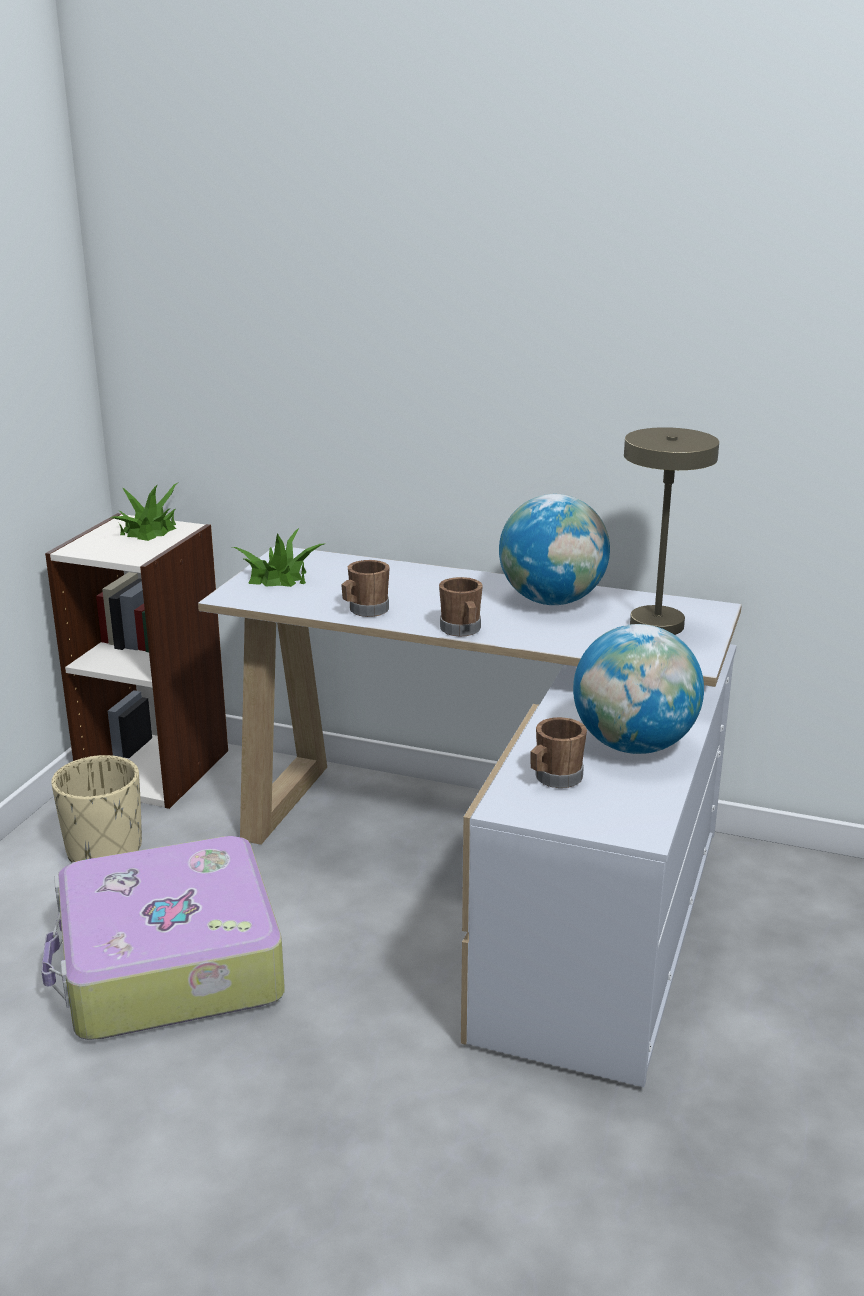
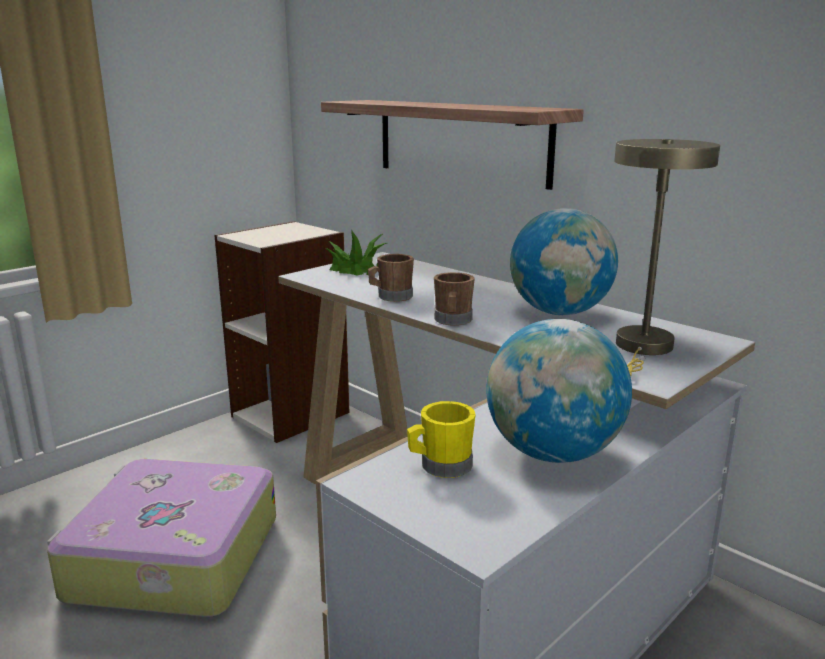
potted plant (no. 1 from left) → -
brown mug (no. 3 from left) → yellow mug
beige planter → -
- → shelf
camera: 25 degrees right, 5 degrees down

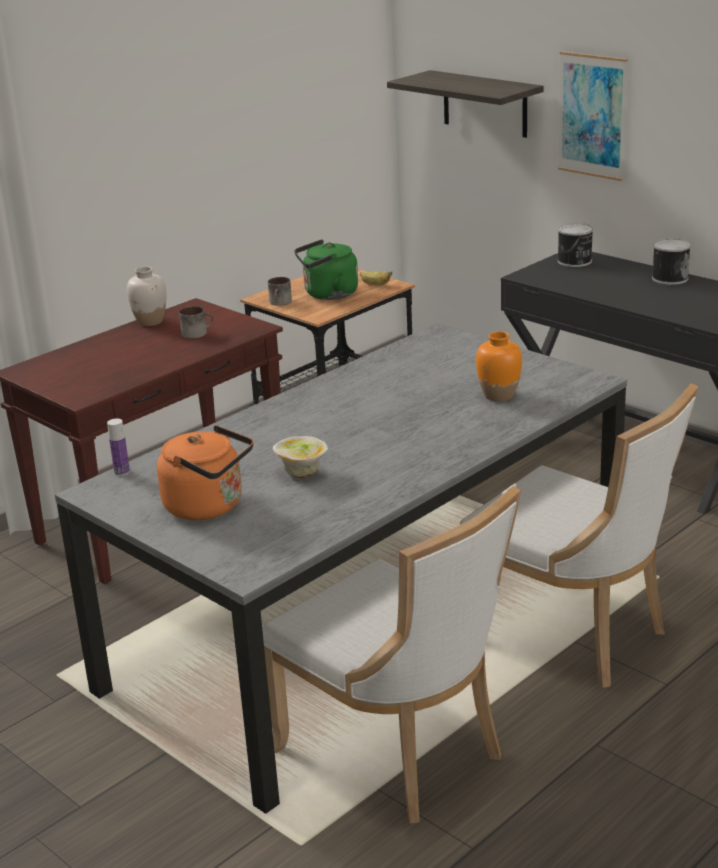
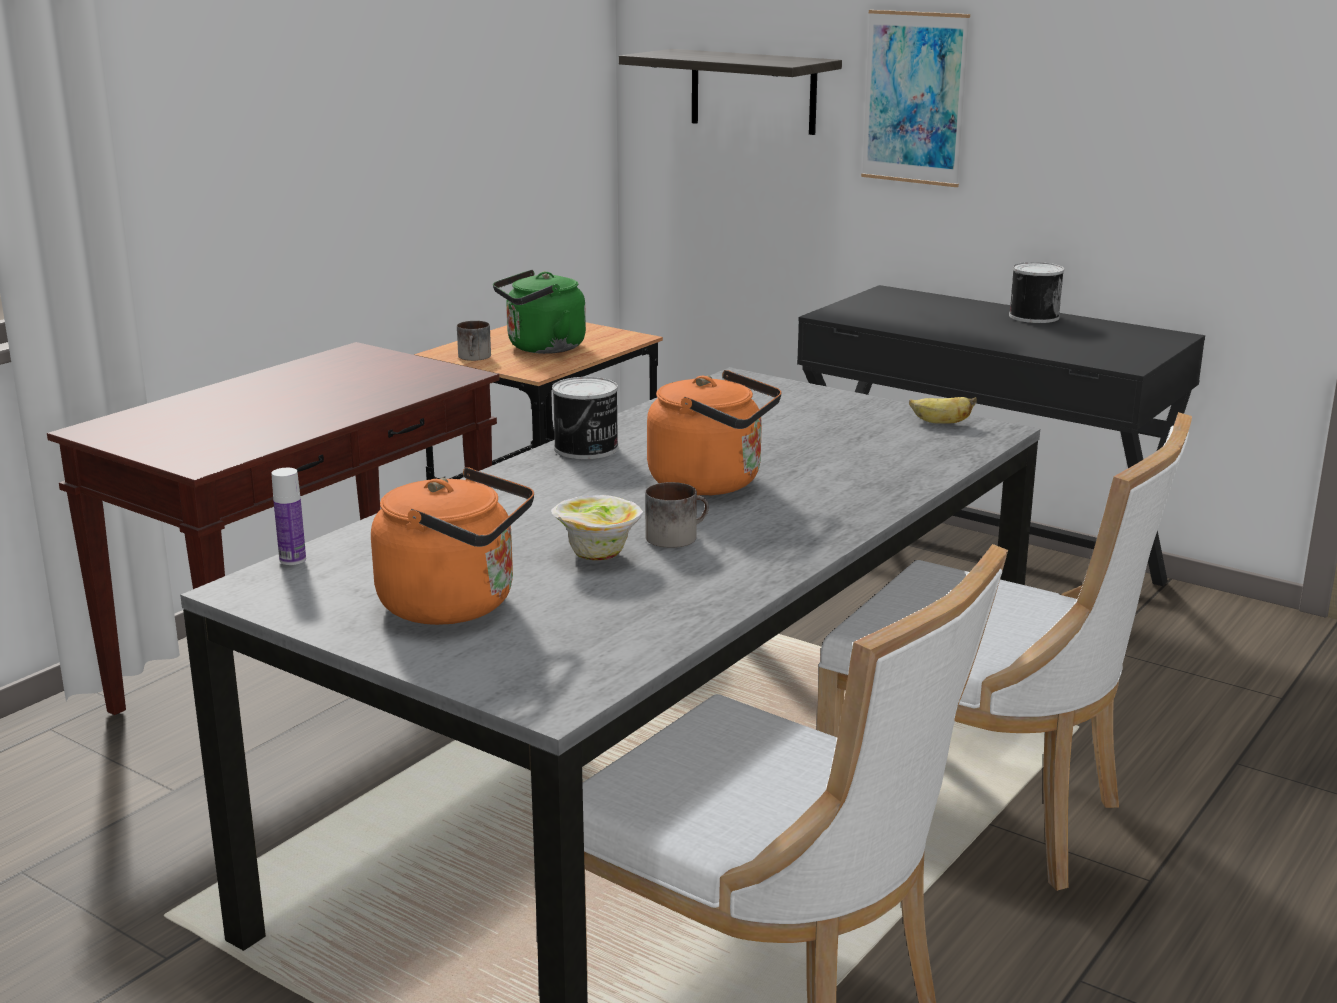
can (no. 1 from left), relocated
white vase → -
banana, relocated
mug (no. 1 from left in the first image) → mug (no. 2 from left), relocated
orange vase → -
- → orange kettle (no. 2 from left)
camera: 10 degrees left, 5 degrees down

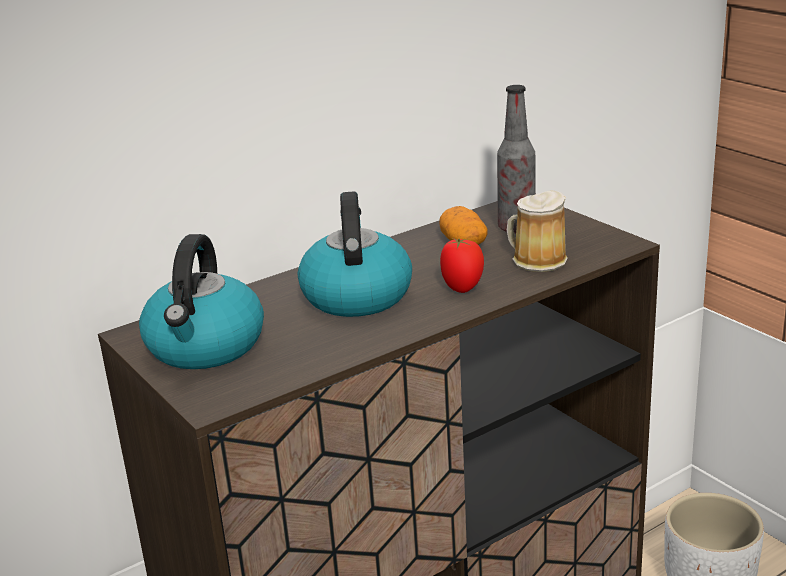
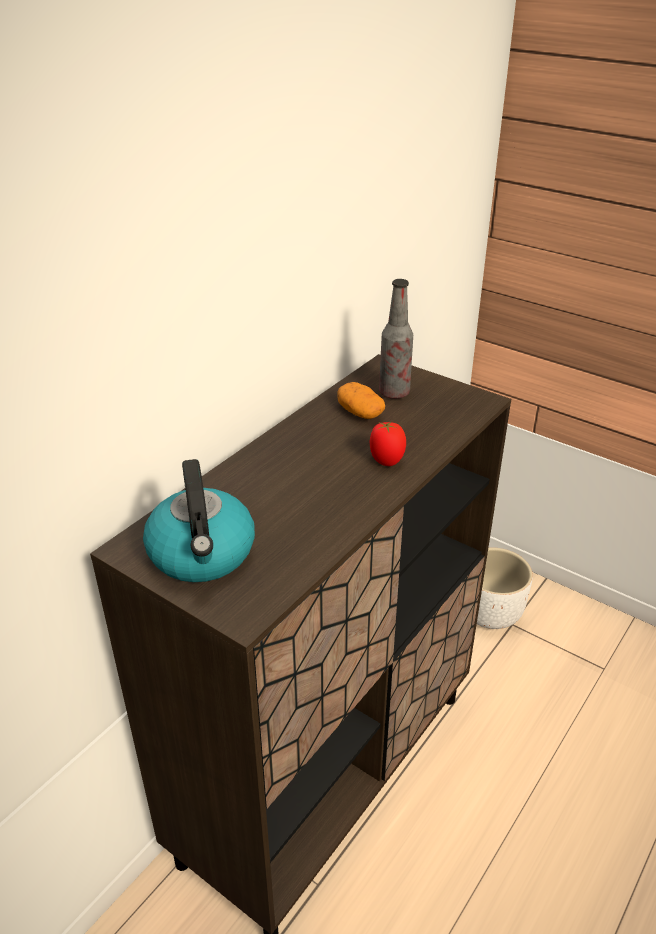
mug → -
kettle (no. 2 from left) → -
camera: 20 degrees left, 10 degrees up

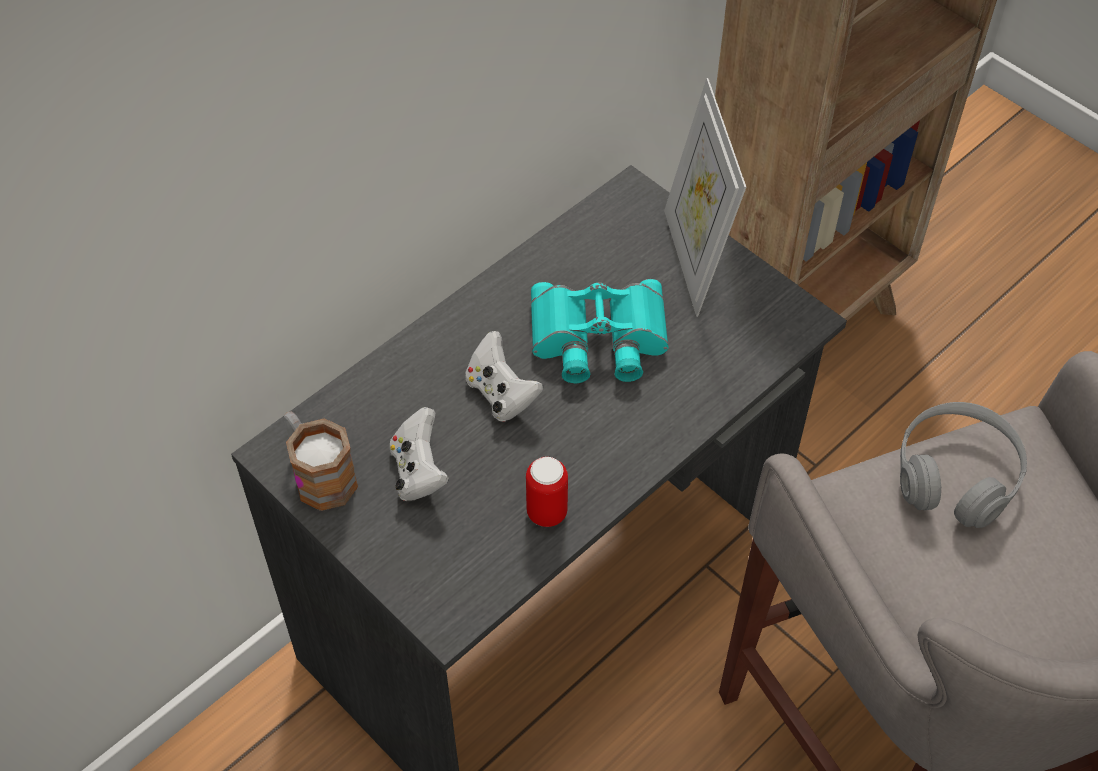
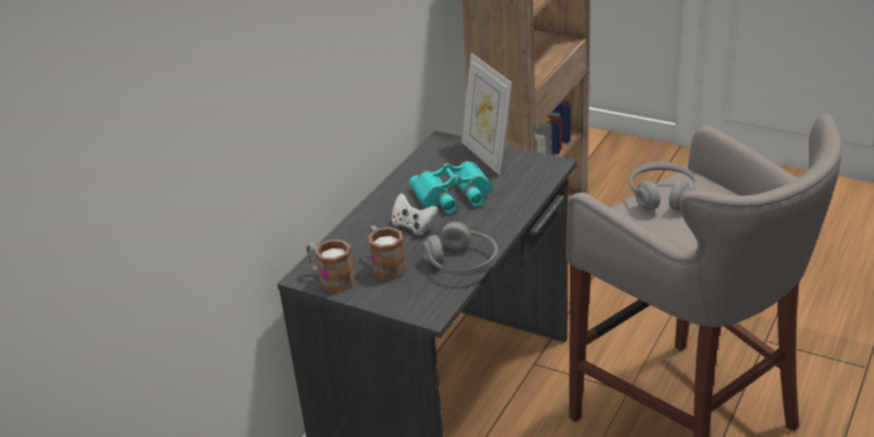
white game controller (no. 1 from left) → mug (no. 2 from left)
can → grey headphones (no. 1 from left)
camera: 15 degrees left, 20 degrees down

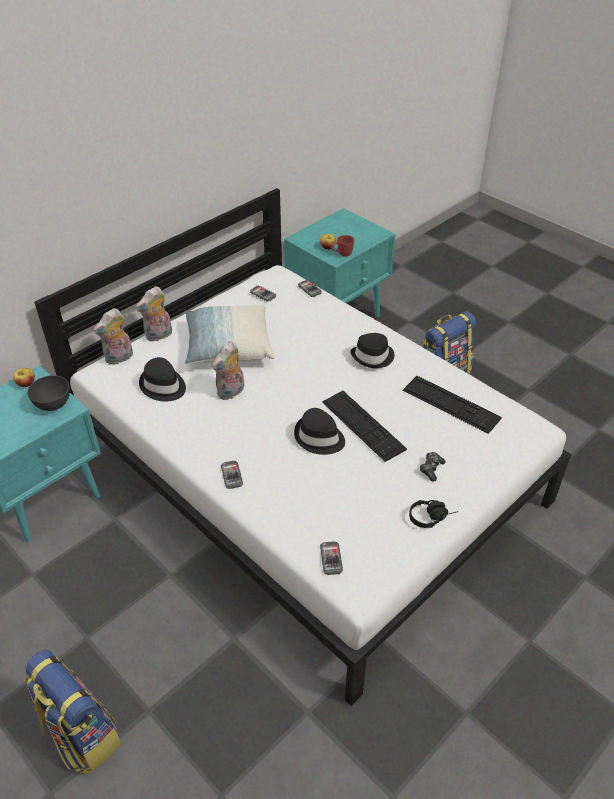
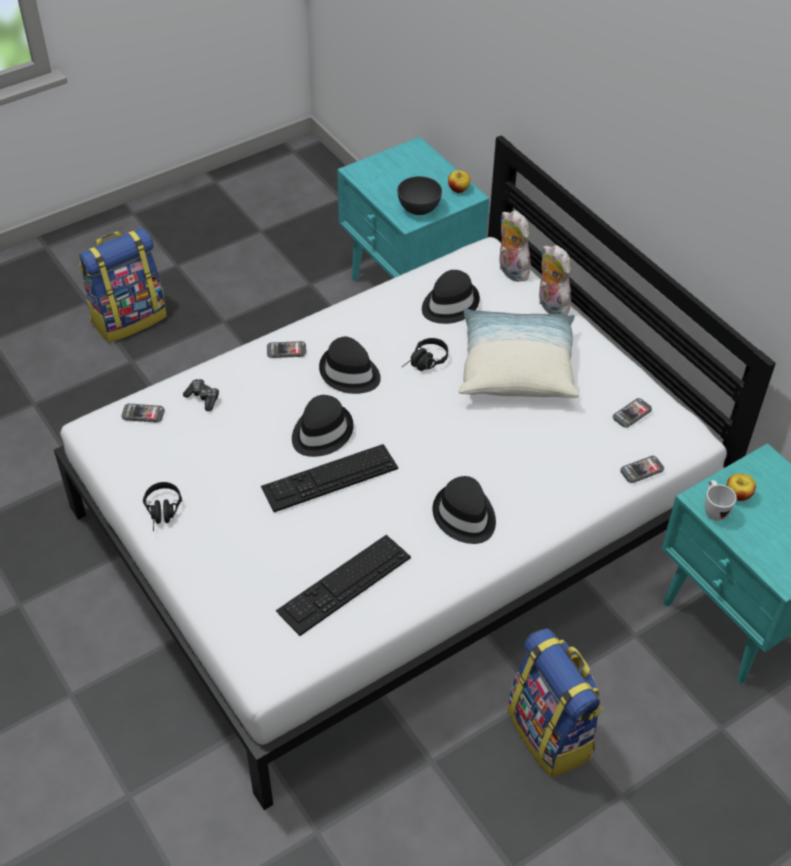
red mug → white mug
plush toy (no. 3 from left) → black headphones (no. 2 from left)
game controller, relocated
- → black hat (no. 2 from left)
camera: 100 degrees right, 5 degrees up

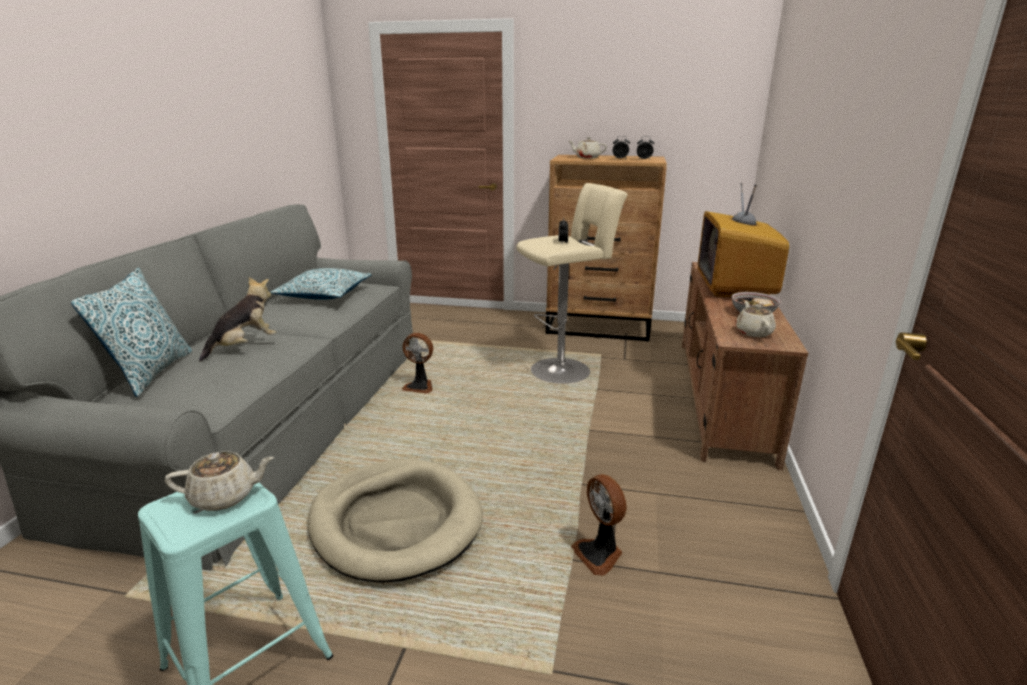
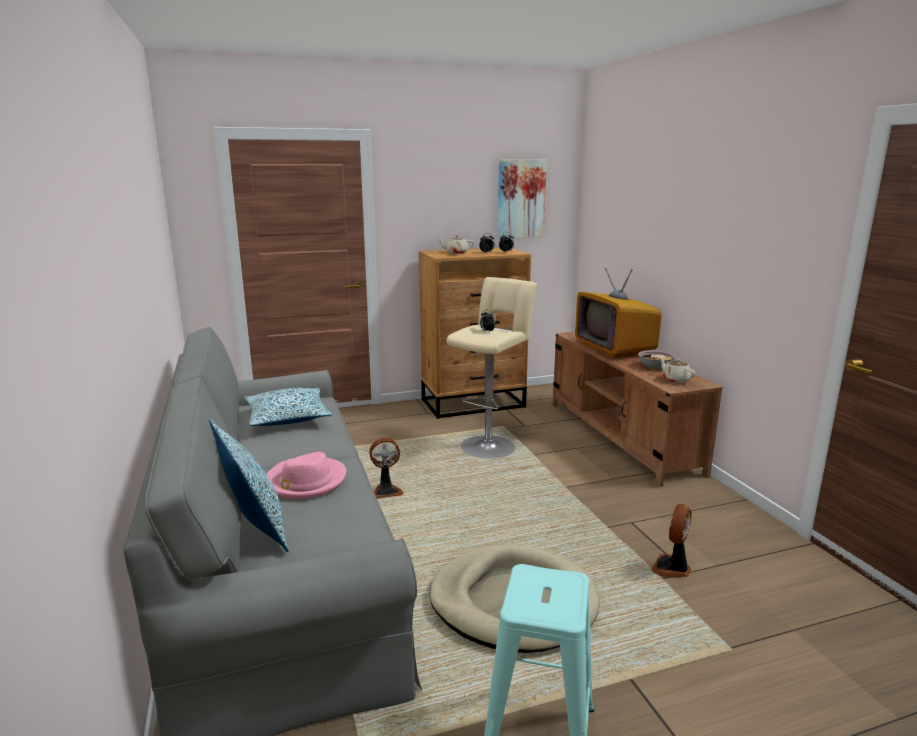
plush toy → pink hat
beige teapot (no. 1 from left) → -
fan (no. 2 from left), 90 degrees clockwise
- → picture
camera: 30 degrees left, 5 degrees down

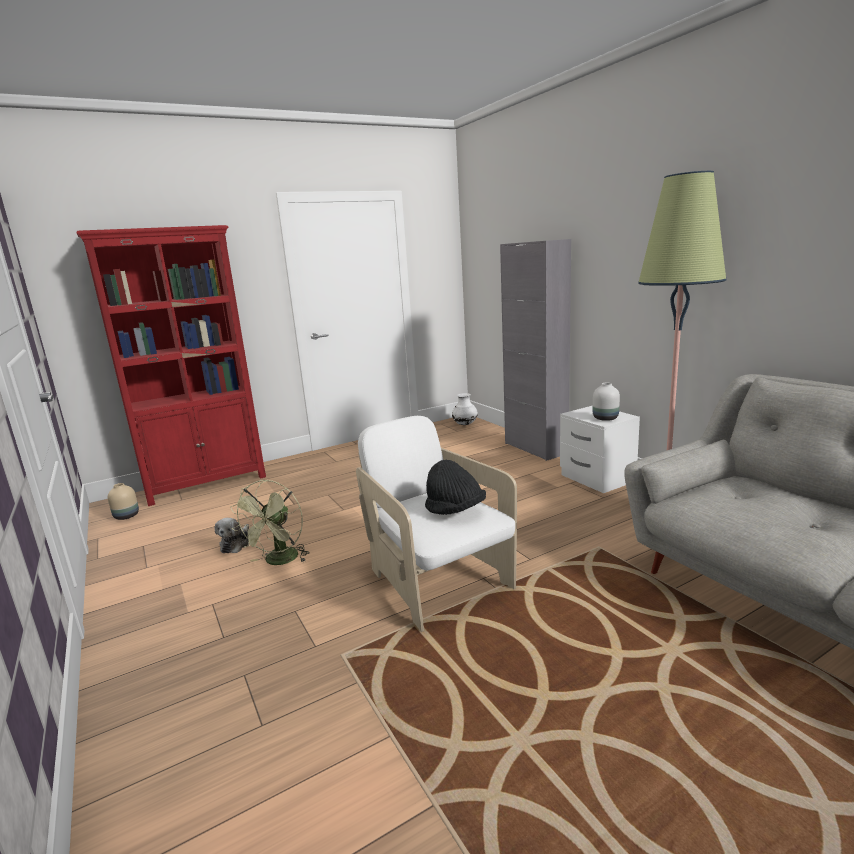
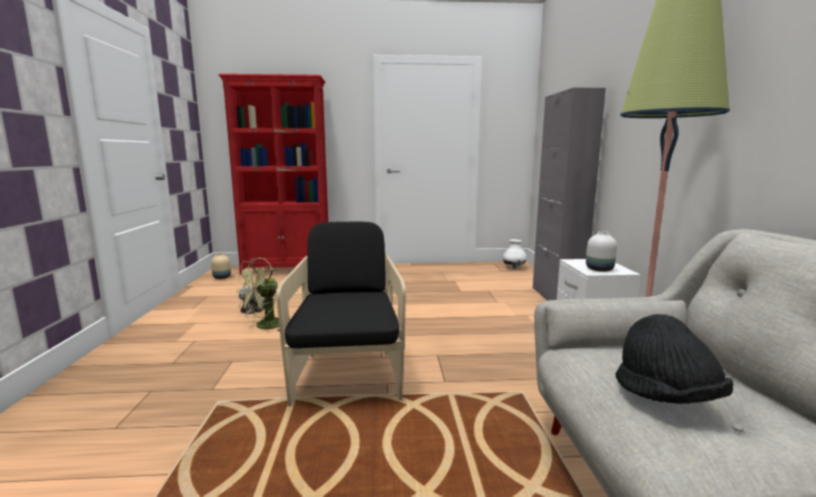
white armchair → black armchair
black hat, relocated
camera: 25 degrees right, 5 degrees down

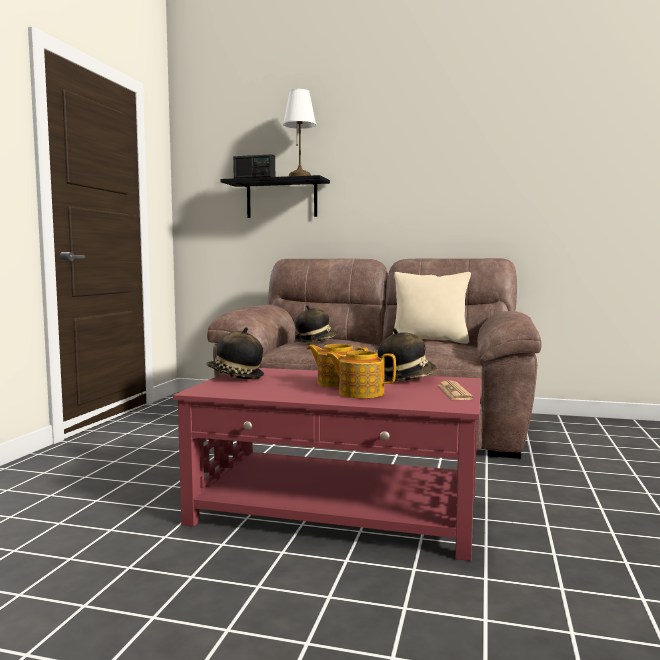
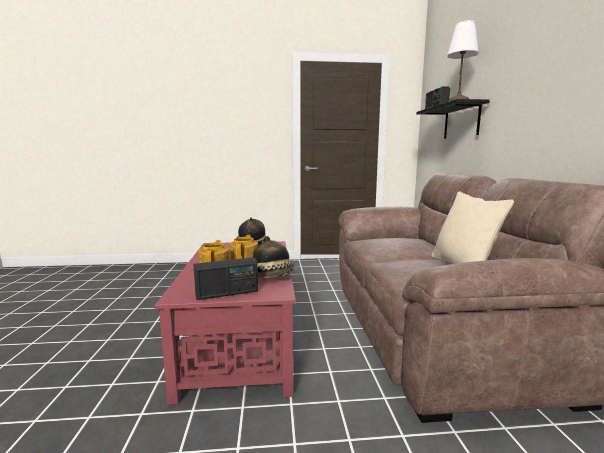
hat (no. 2 from left) → -
newspaper → radio (no. 1 from left)
camera: 70 degrees right, 5 degrees up

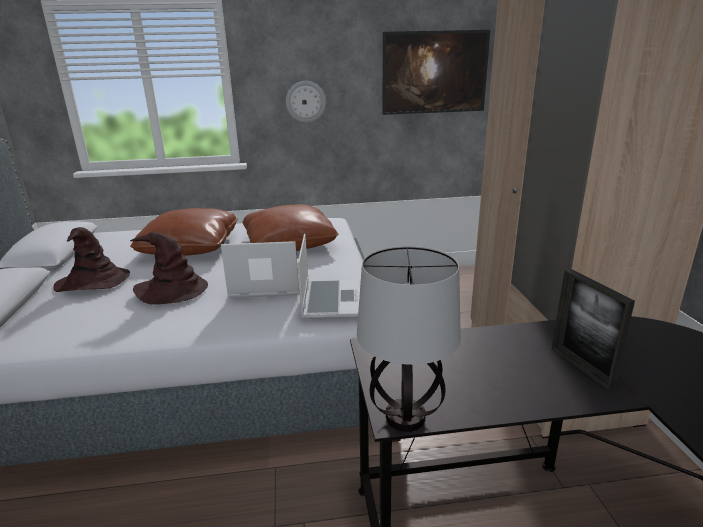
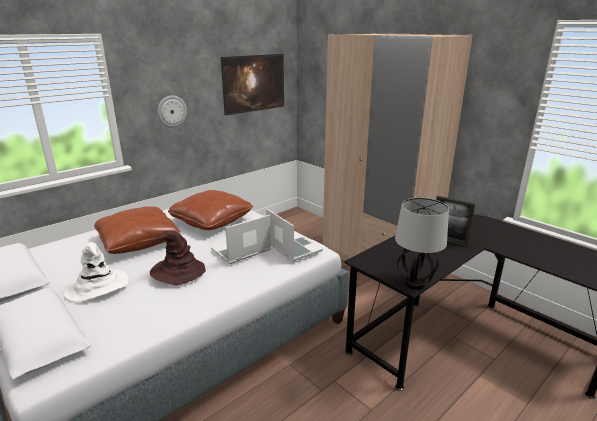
brown hat (no. 1 from left) → white hat
camera: 35 degrees left, 0 degrees up

